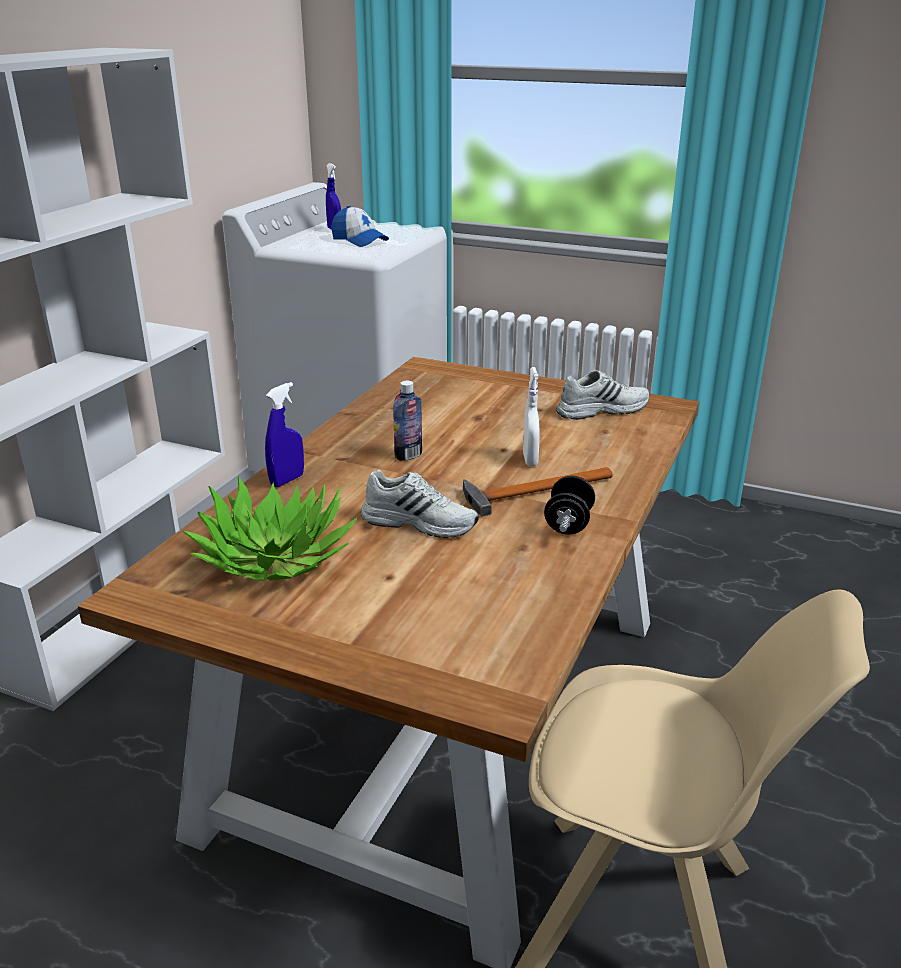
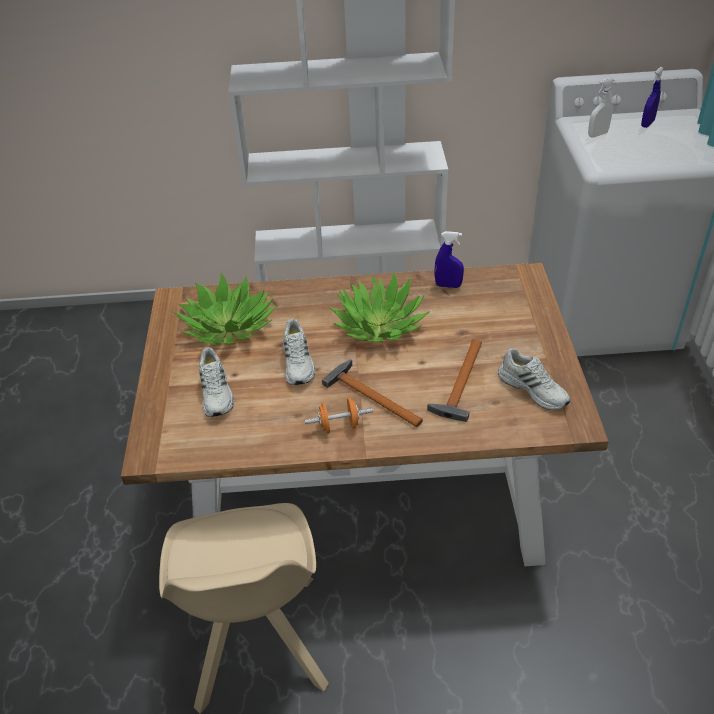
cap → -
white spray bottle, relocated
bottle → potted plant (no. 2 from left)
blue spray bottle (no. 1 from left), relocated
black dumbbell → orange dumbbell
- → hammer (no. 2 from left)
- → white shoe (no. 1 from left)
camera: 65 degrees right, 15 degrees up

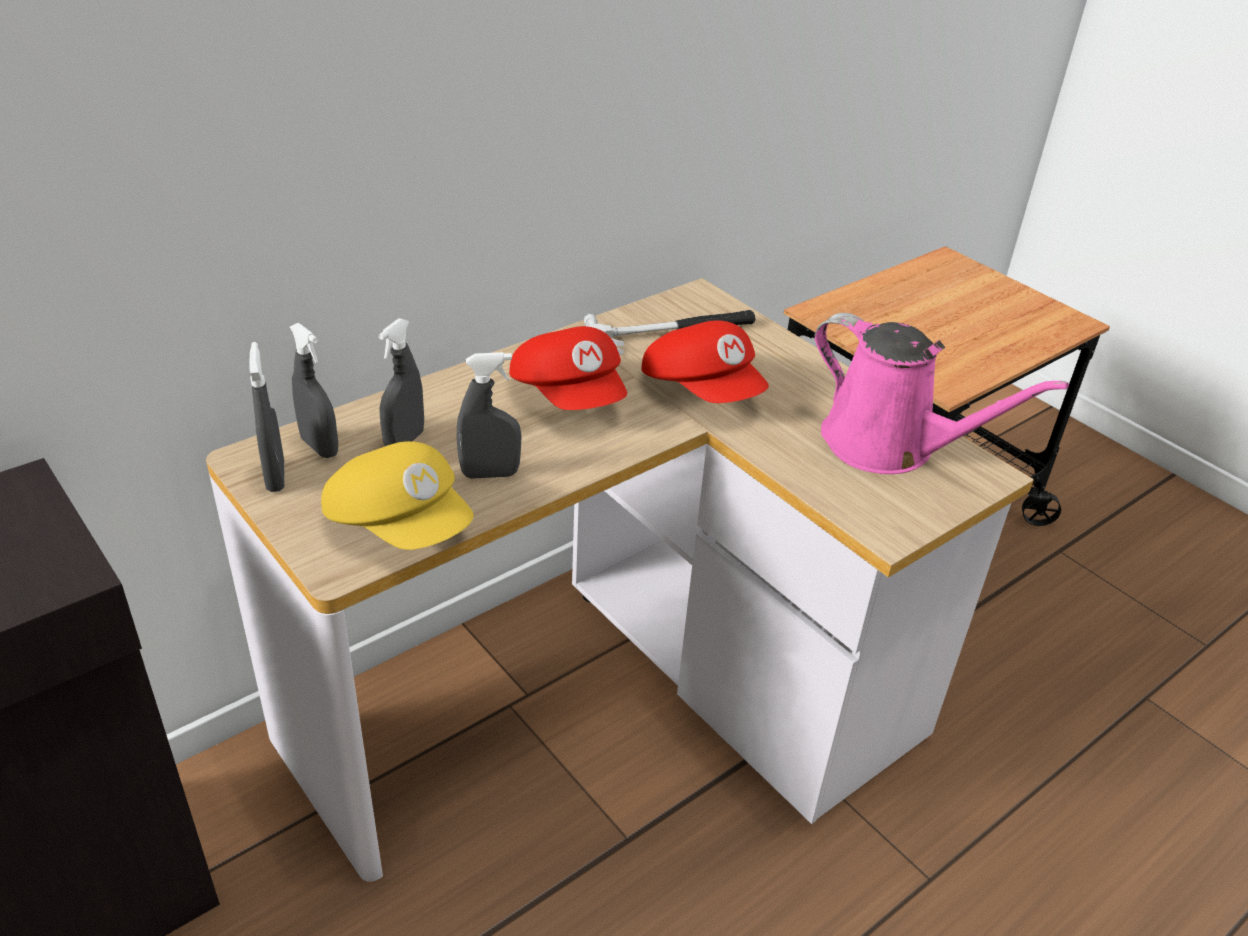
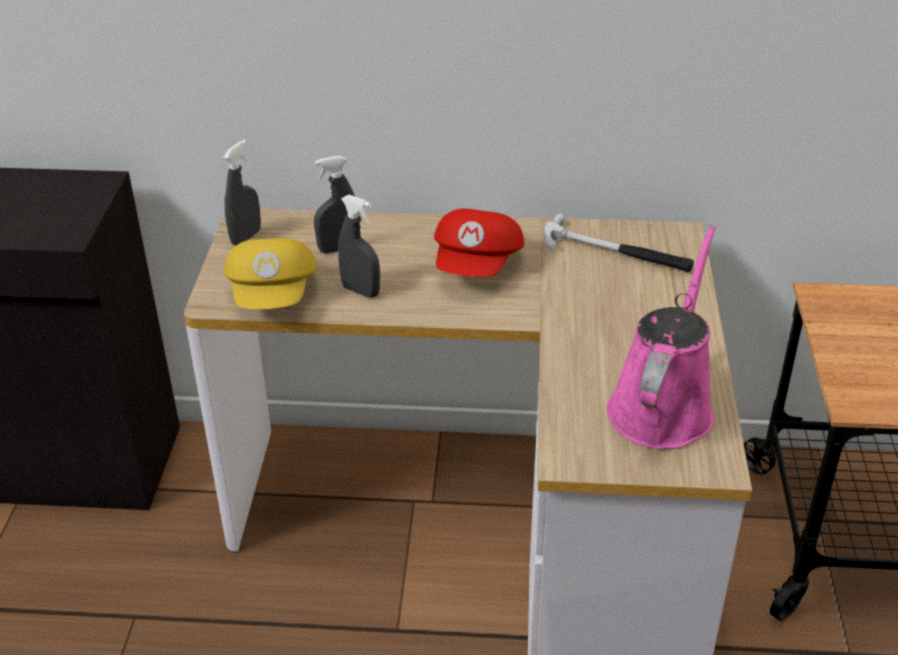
pink watering can, 150 degrees counterclockwise
red cap (no. 2 from left) → -
grey spray bottle (no. 2 from left) → -
camera: 45 degrees right, 0 degrees up

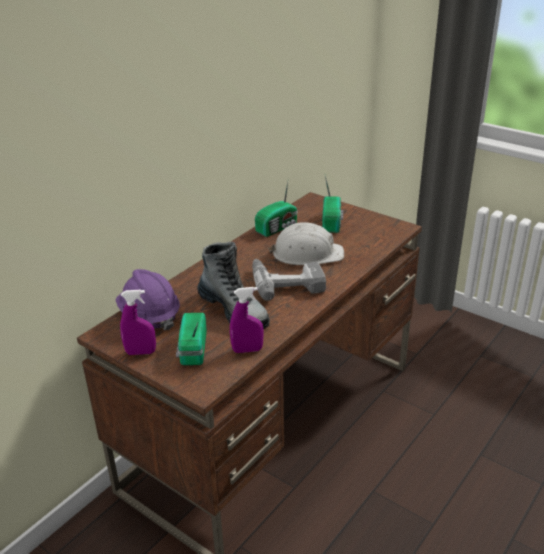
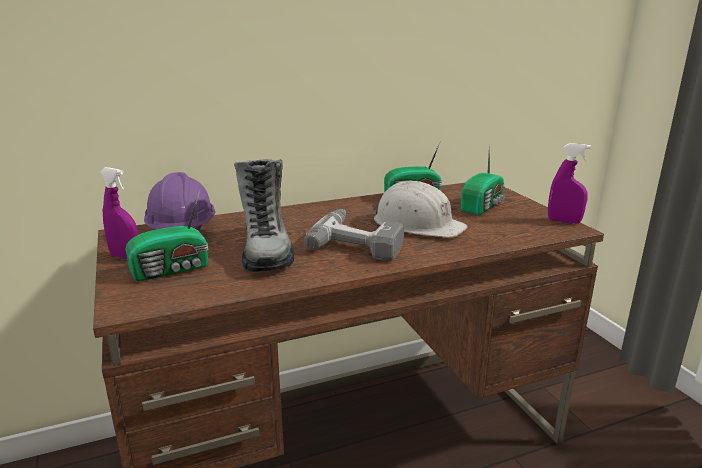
purple spray bottle (no. 2 from left), relocated
radio (no. 1 from left), 150 degrees counterclockwise
camera: 30 degrees right, 10 degrees down

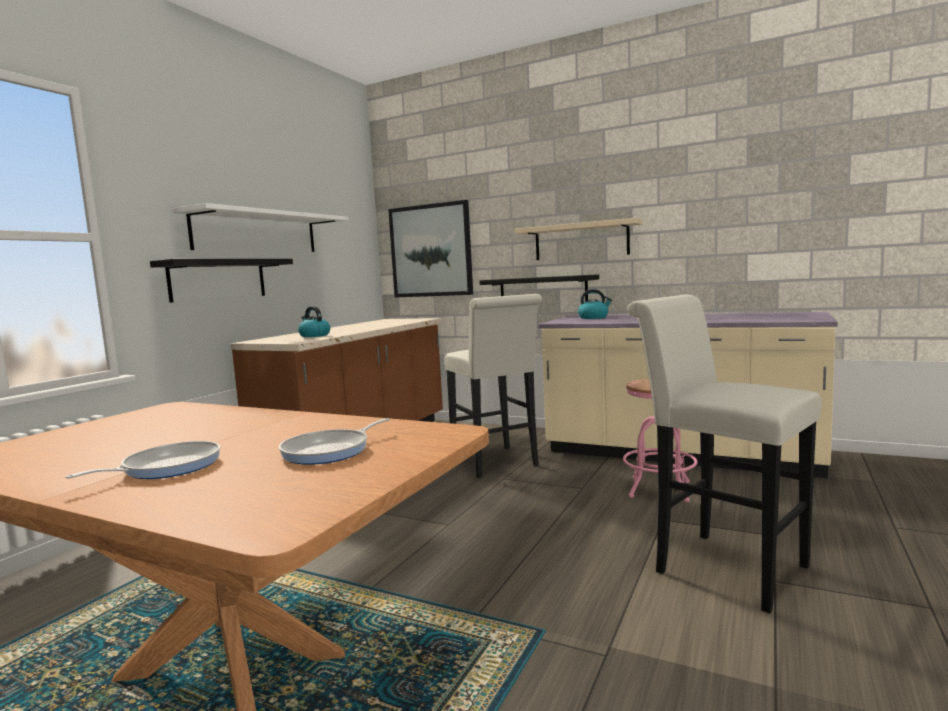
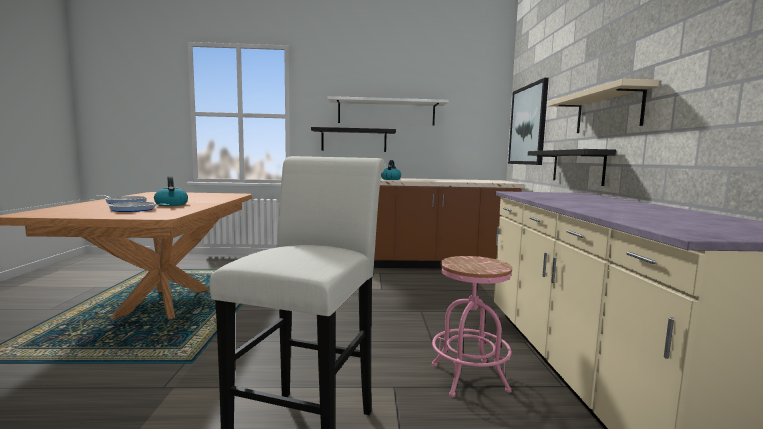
kettle (no. 2 from left in the first image) → kettle (no. 1 from left), relocated
white stool (no. 1 from left) → -
camera: 60 degrees right, 0 degrees up

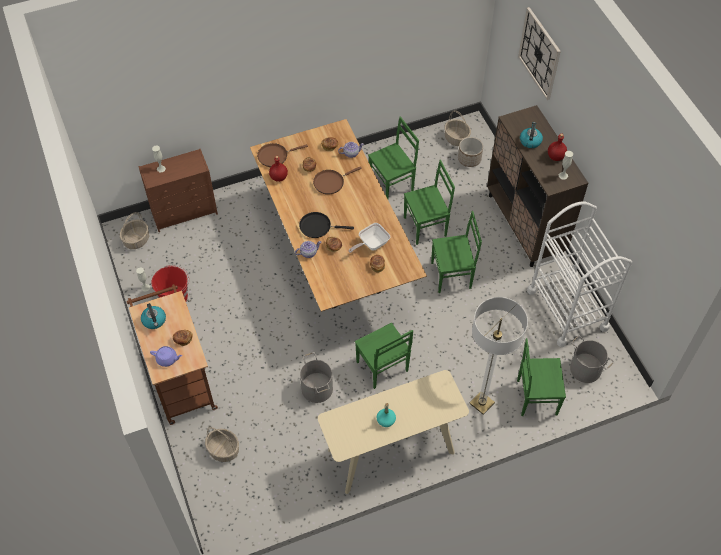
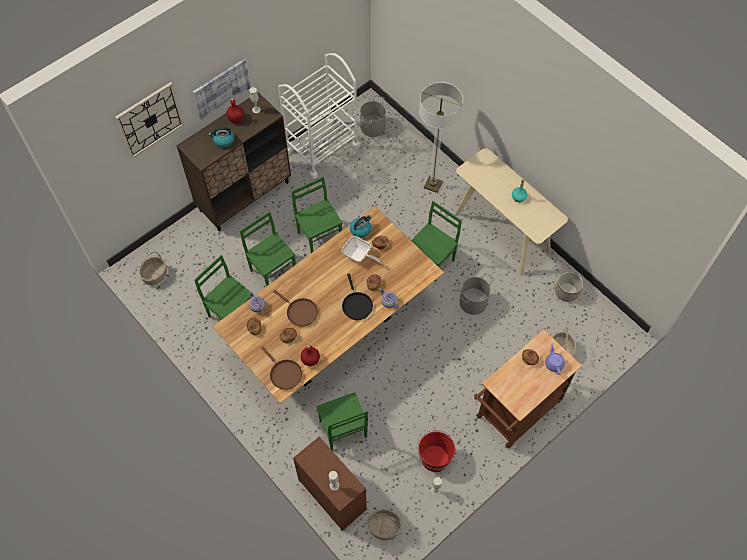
planter, relocated
kettle (no. 1 from left in the first image) → kettle (no. 2 from left), relocated
green chair (no. 5 from left in the first image) → green chair (no. 4 from left), relocated
- → picture
camera: 110 degrees left, 5 degrees up

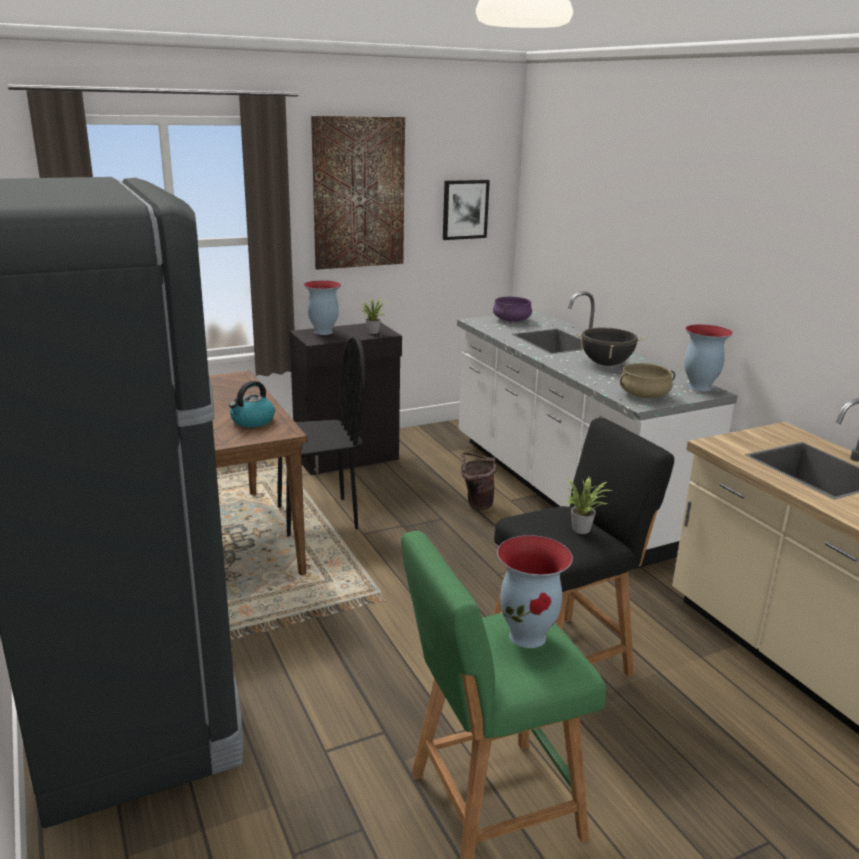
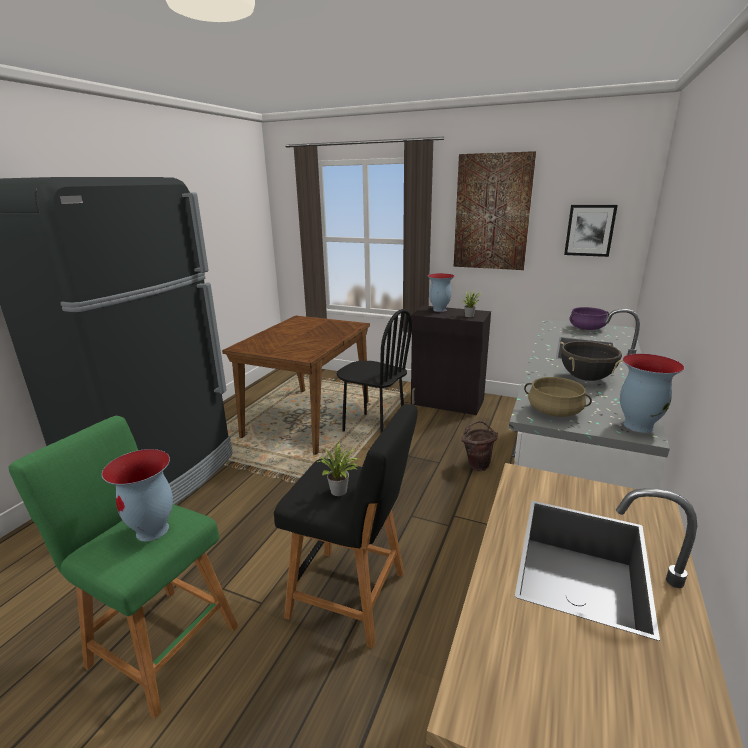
kettle → -
camera: 50 degrees right, 0 degrees up

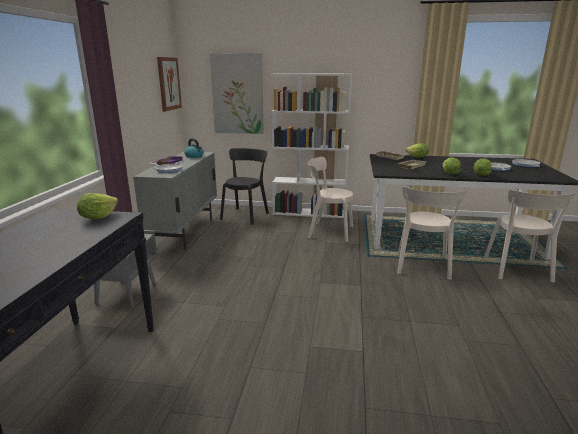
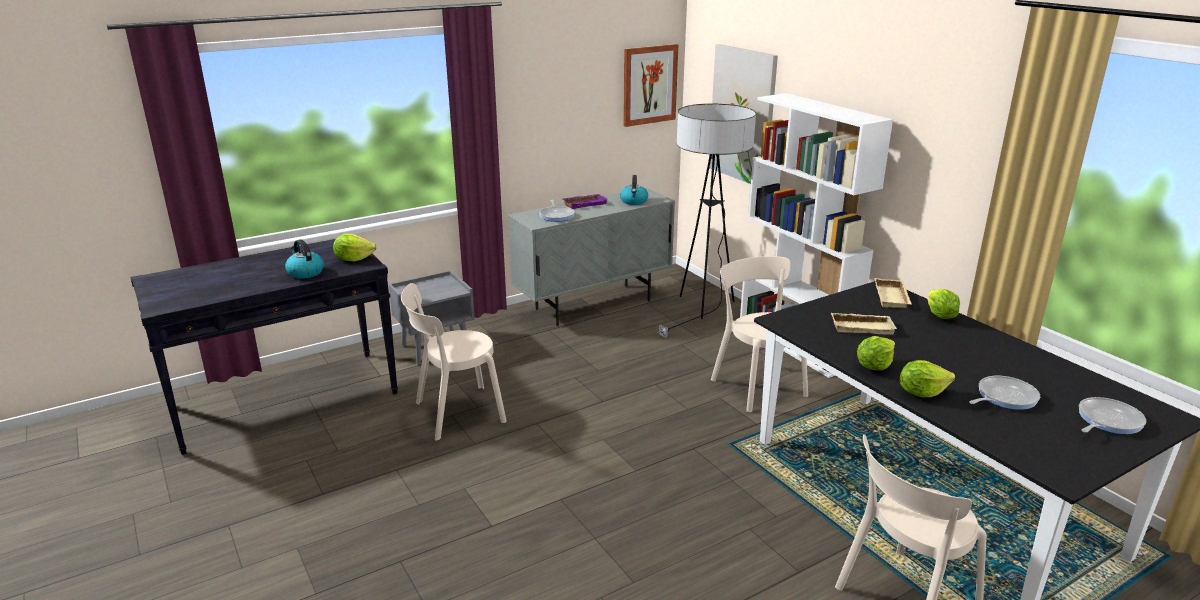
black chair → floor lamp
beige chair (no. 2 from left in the first image) → beige chair (no. 1 from left), relocated
- → kettle (no. 1 from left)
camera: 50 degrees right, 5 degrees up

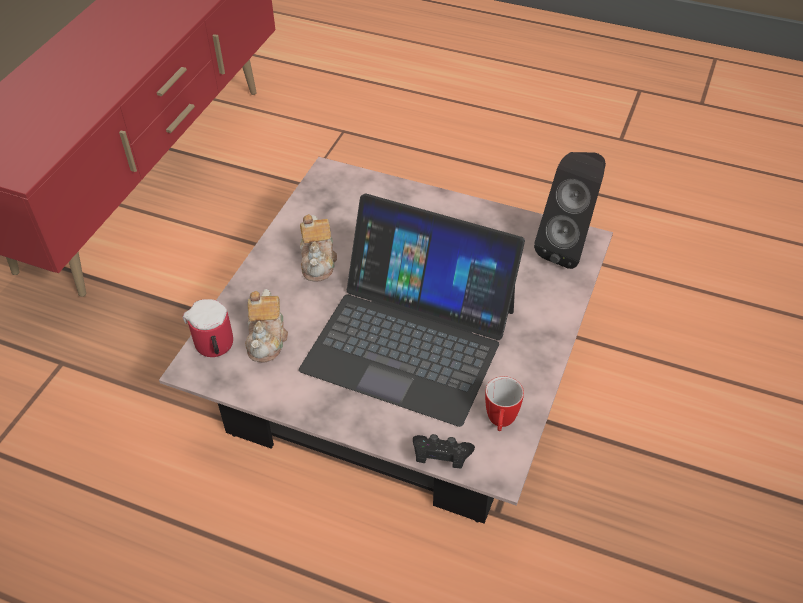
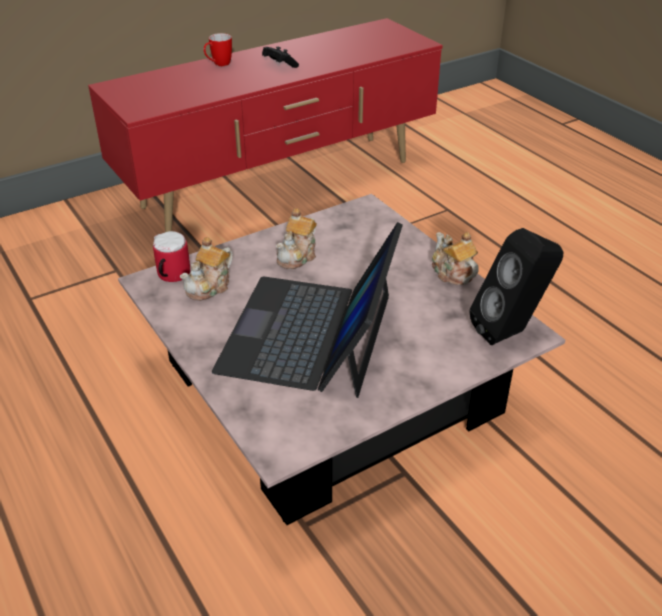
laptop, 45 degrees clockwise
mug (no. 2 from left), relocated
black game controller, relocated
- → teapot (no. 3 from left)
camera: 35 degrees right, 10 degrees down

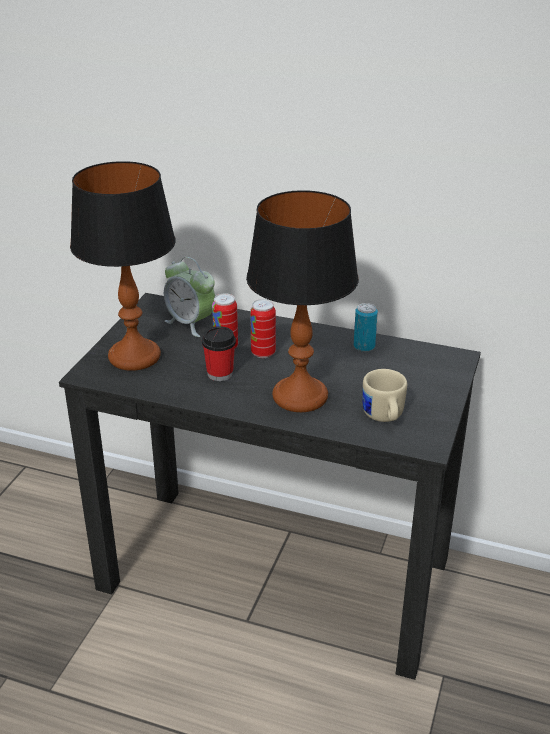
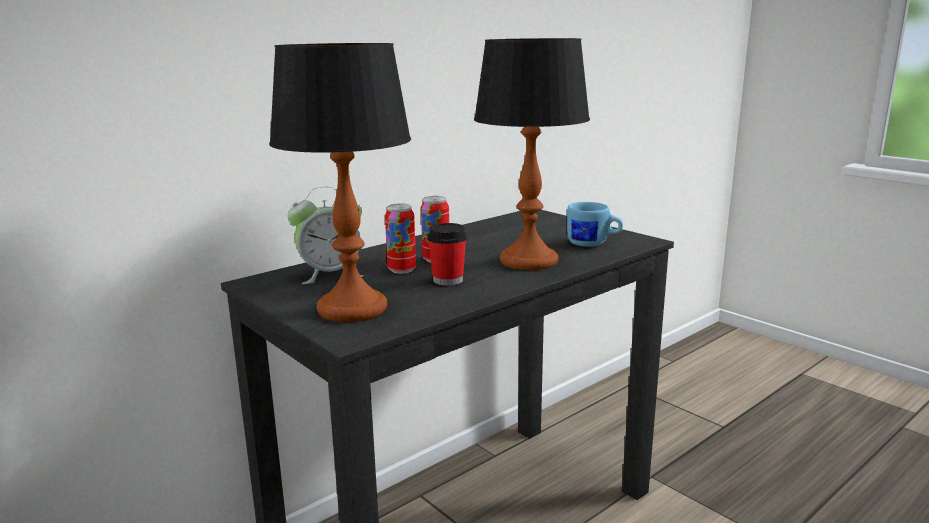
can (no. 3 from left) → -
beige mug → blue mug
camera: 60 degrees left, 15 degrees down

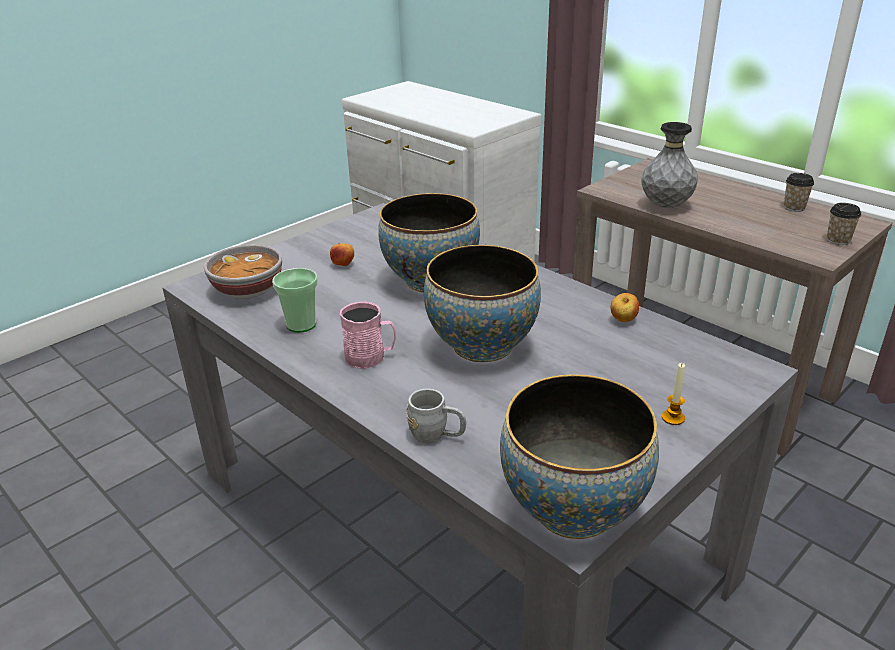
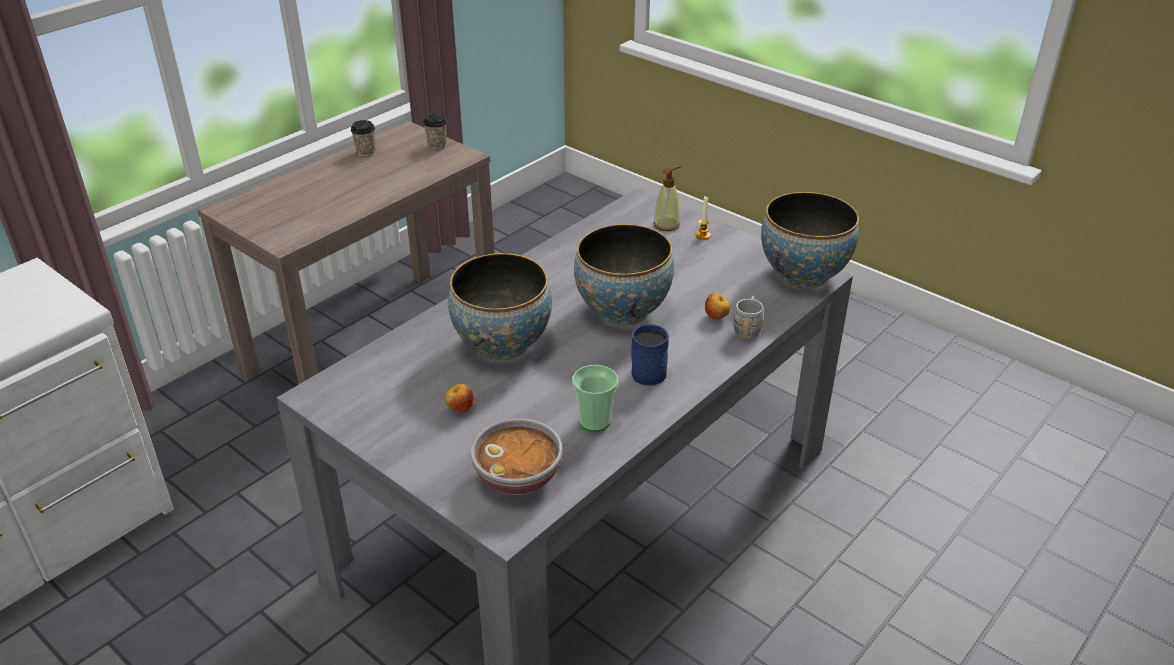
grey vase → -
apple (no. 2 from left), relocated
pink mug → blue mug
- → soap dispenser
camera: 95 degrees left, 5 degrees up

